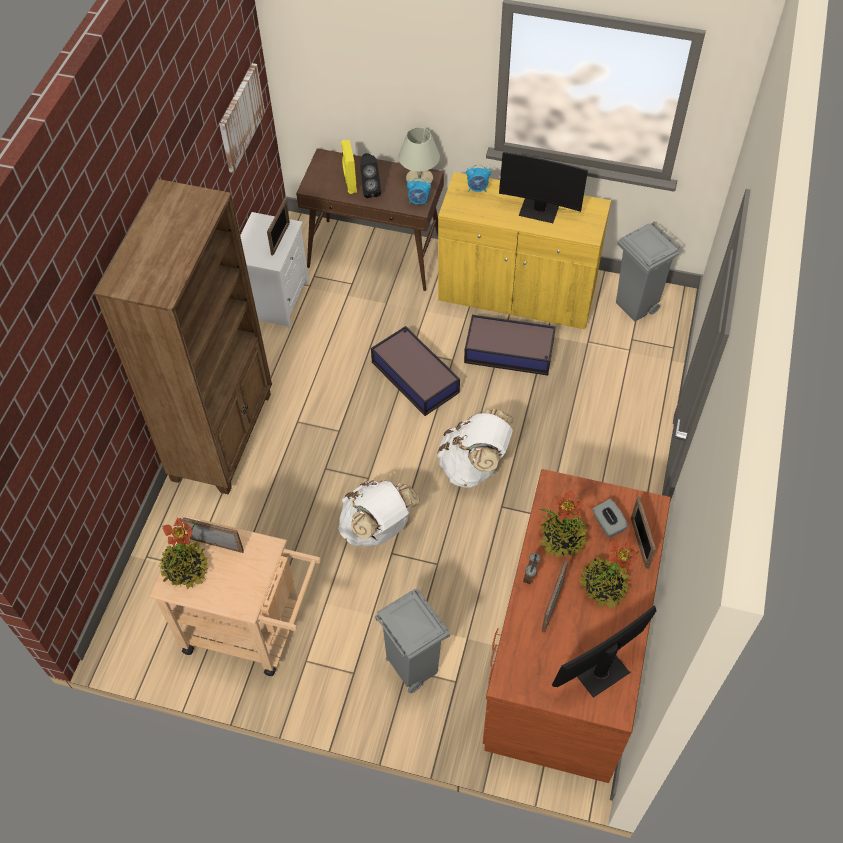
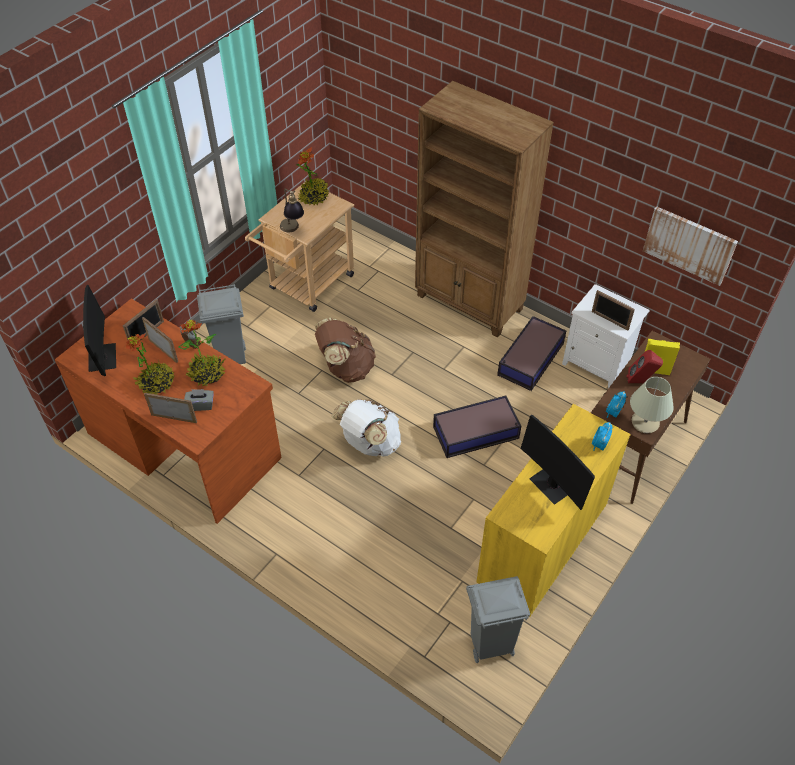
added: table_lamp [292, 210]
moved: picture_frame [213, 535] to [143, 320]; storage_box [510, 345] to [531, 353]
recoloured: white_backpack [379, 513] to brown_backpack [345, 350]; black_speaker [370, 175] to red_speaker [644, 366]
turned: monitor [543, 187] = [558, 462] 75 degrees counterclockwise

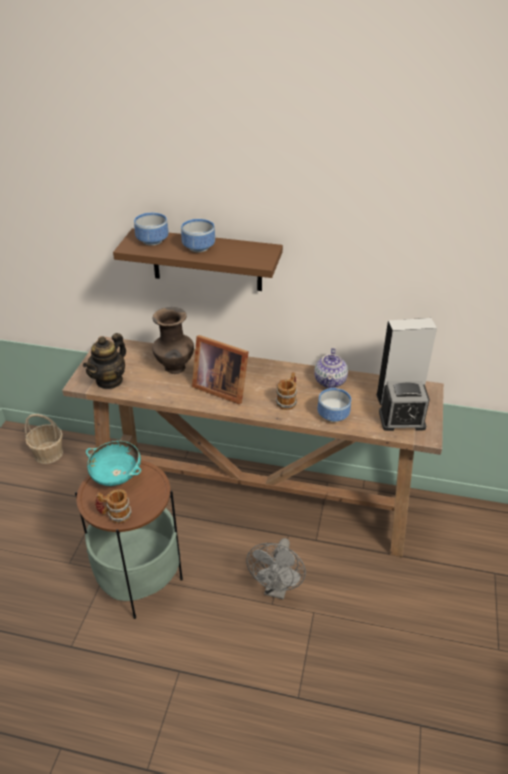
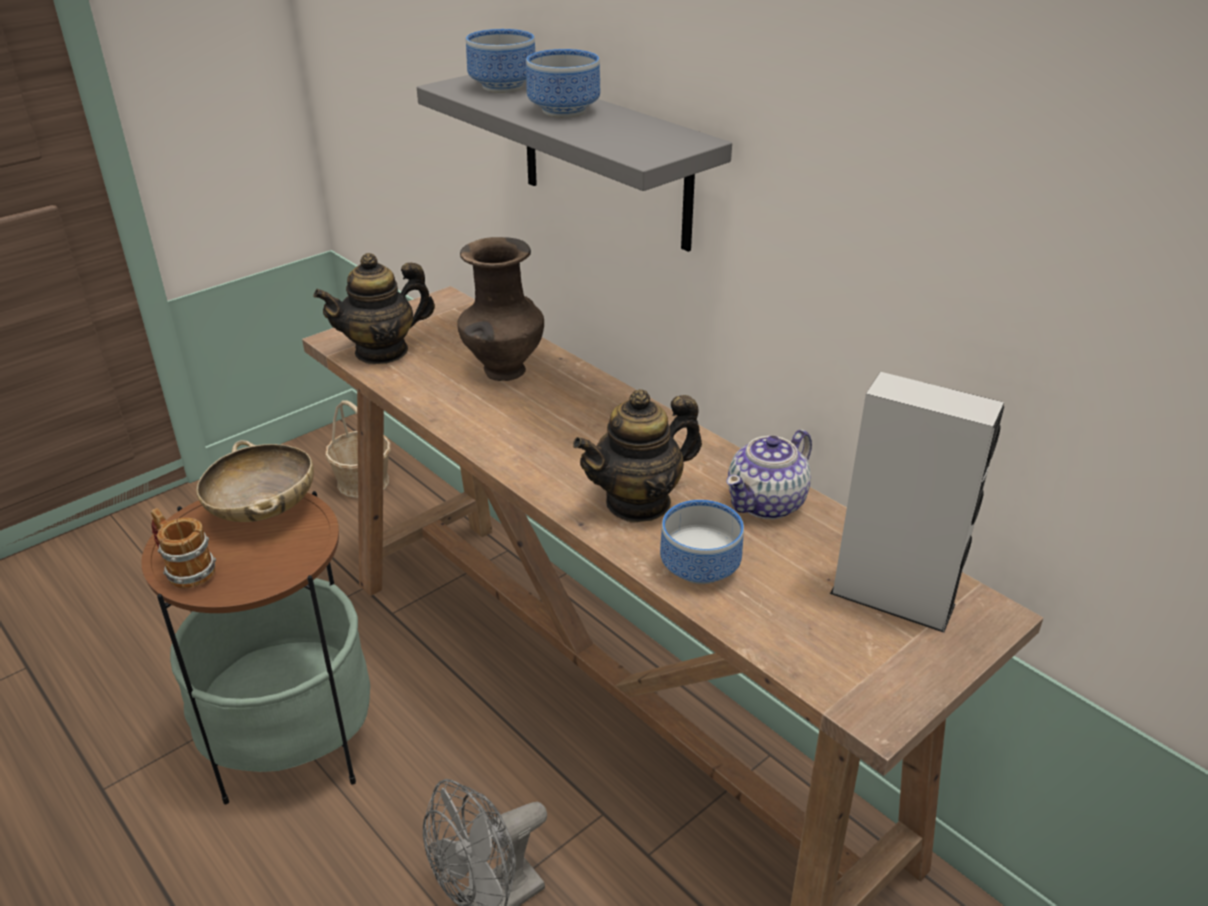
removed: picture_frame [220, 370]; alarm_clock [404, 406]
replaced: mug [286, 391] to teapot [637, 456]
recoloured: turquoise_bowl [114, 463] to beige_bowl [255, 481]; brown_shelf [198, 260] to grey_shelf [574, 163]

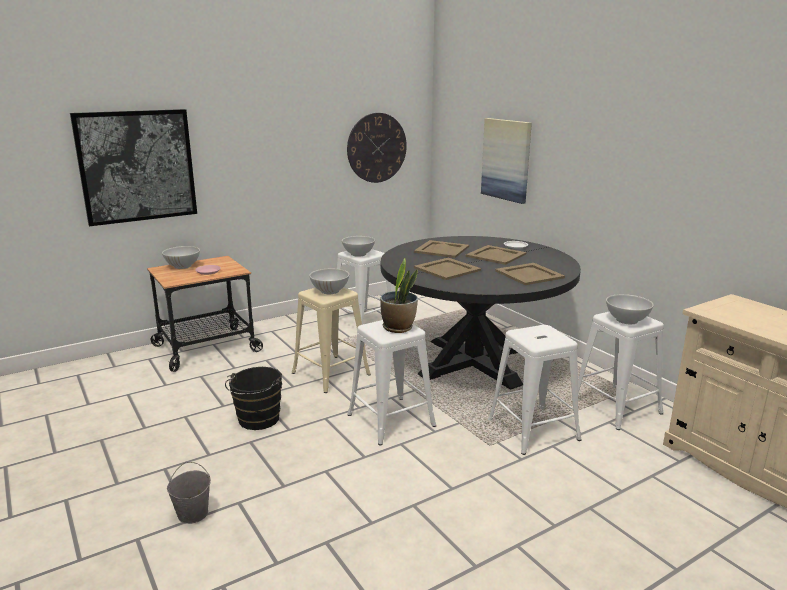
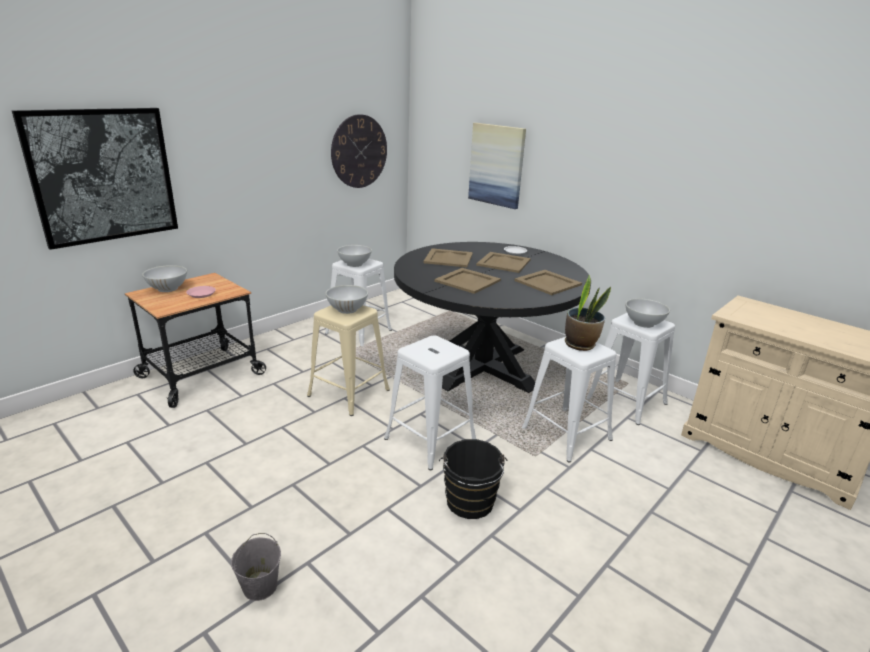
moved: black_bucket [253, 398] to [473, 479]; potted_plant [399, 295] to [588, 313]

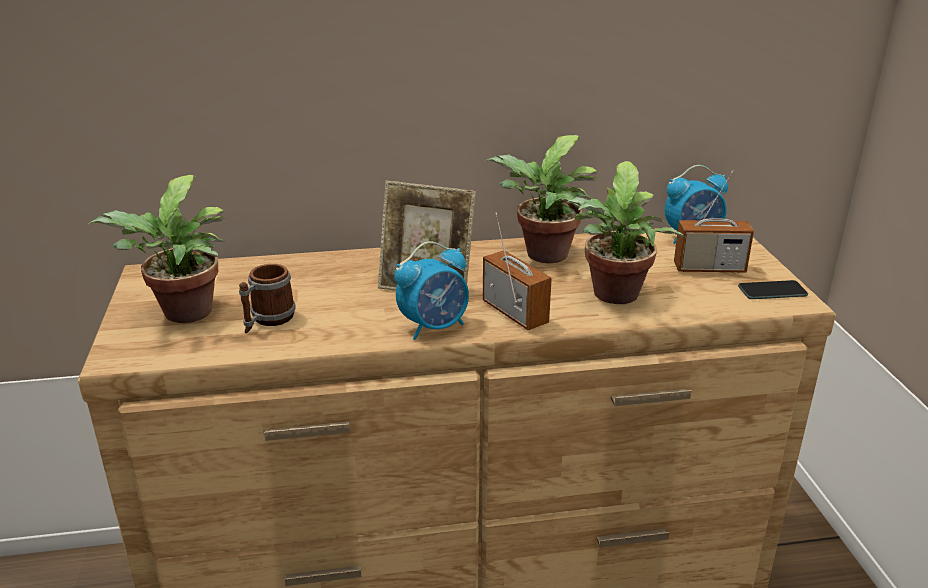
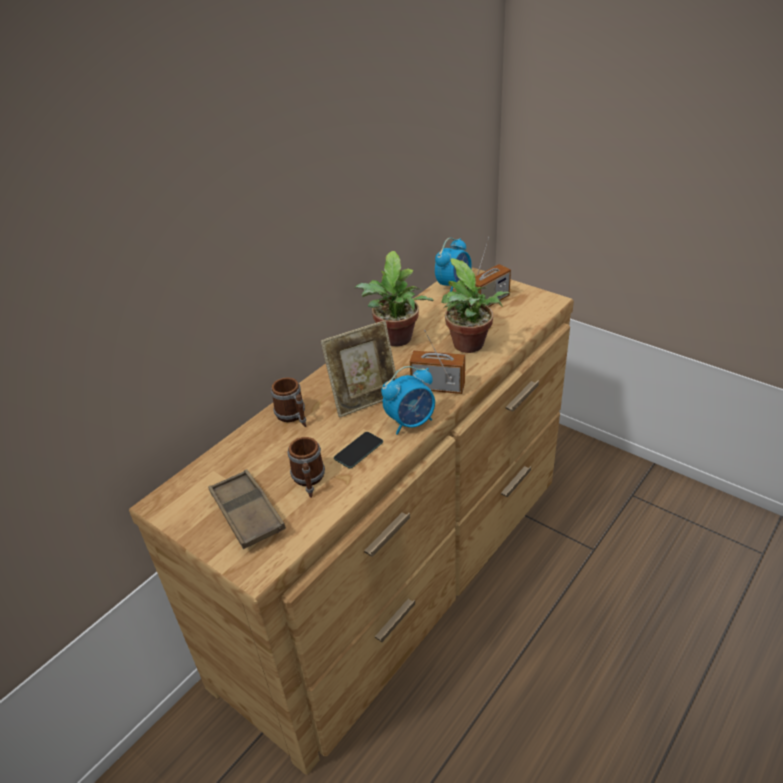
added: mug [288, 402]
moved: phone [773, 289] to [358, 450]
replaced: potted_plant [157, 249] to brown_tray [247, 509]
turned: alarm_clock [431, 290] = [408, 400] 45 degrees clockwise

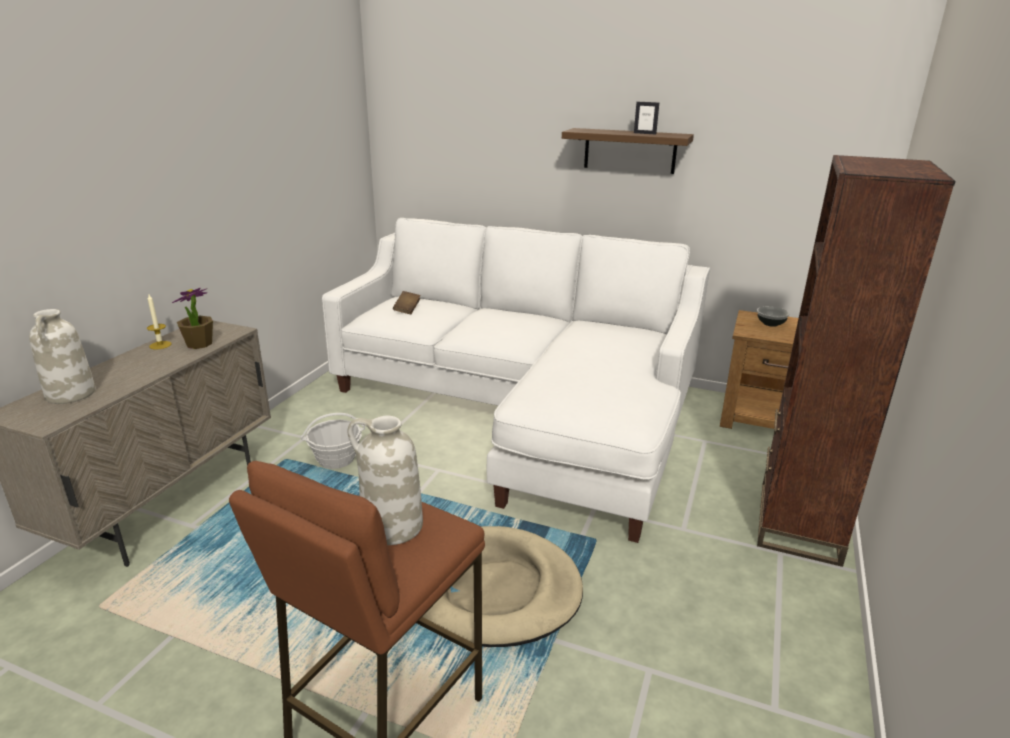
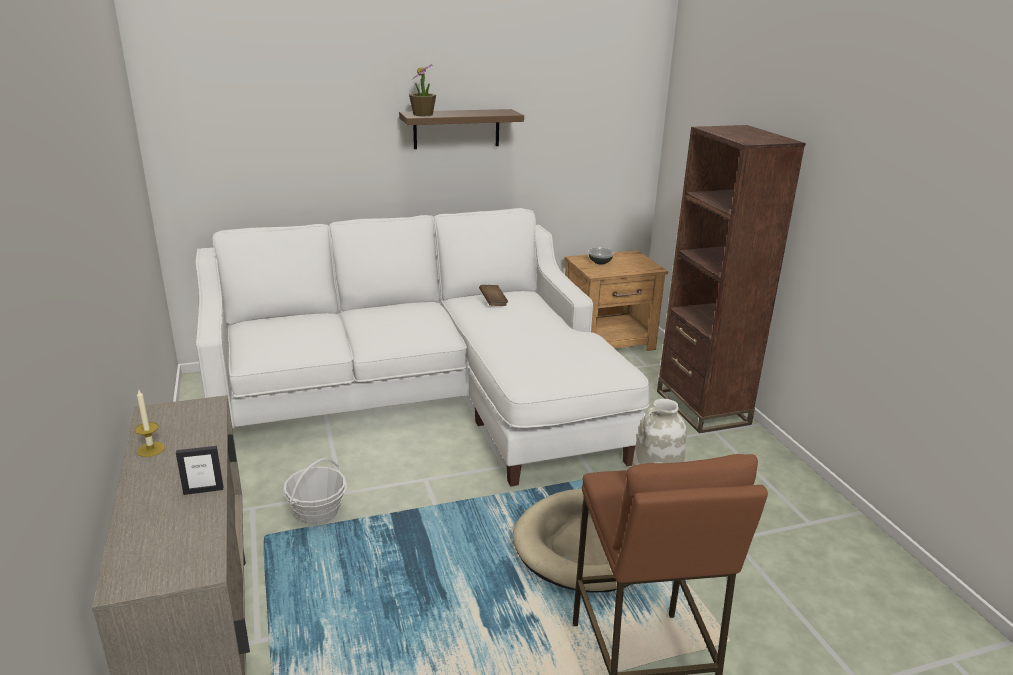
removed: white_vase [62, 356]
moved: potted_plant [192, 318] to [422, 90]; brown_book [407, 302] to [493, 295]; picture_frame [646, 118] to [199, 470]

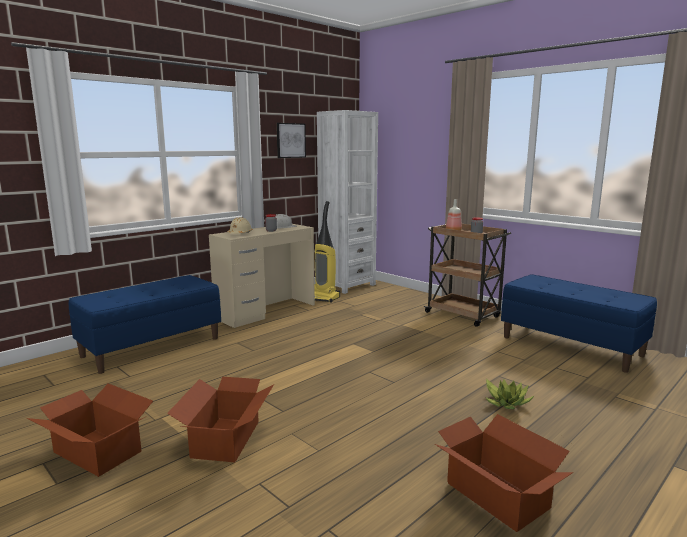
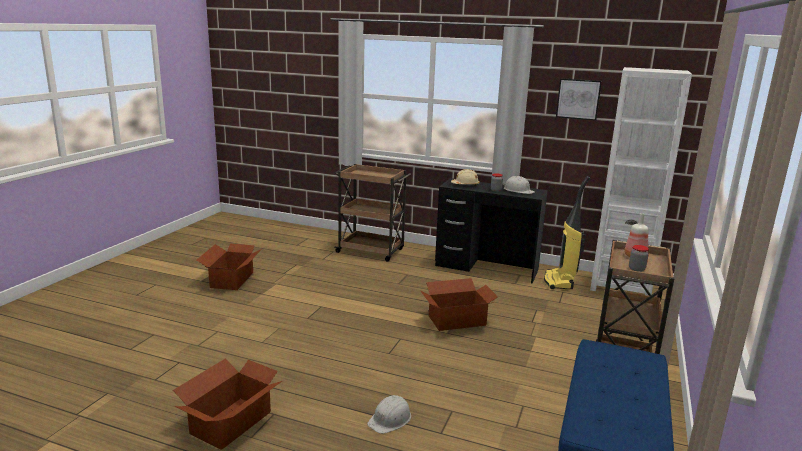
moved: cardboard_box [220, 419] to [459, 304]
replaced: blue_bench [145, 324] to brown_cart [373, 213]; potted_plant [509, 394] to white_hard_hat [389, 414]
recoloured: beige_desk [262, 276] to black_desk [491, 231]

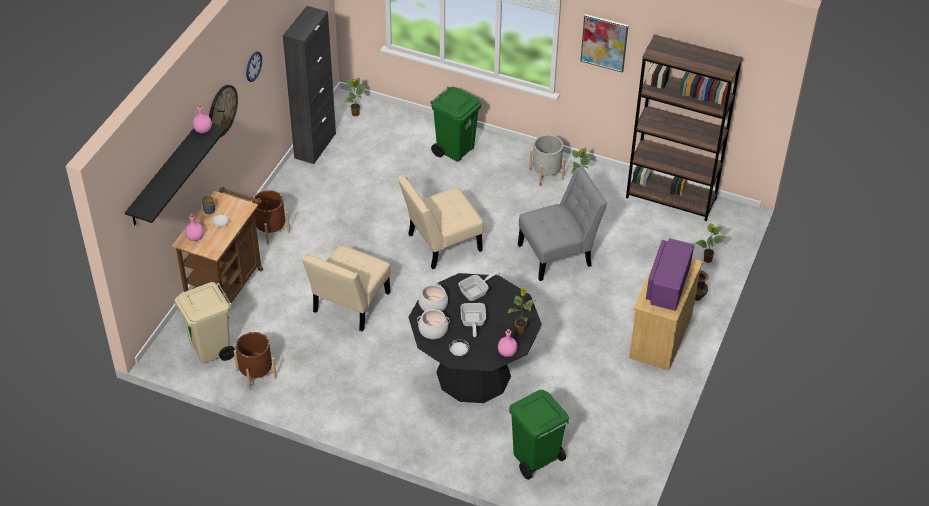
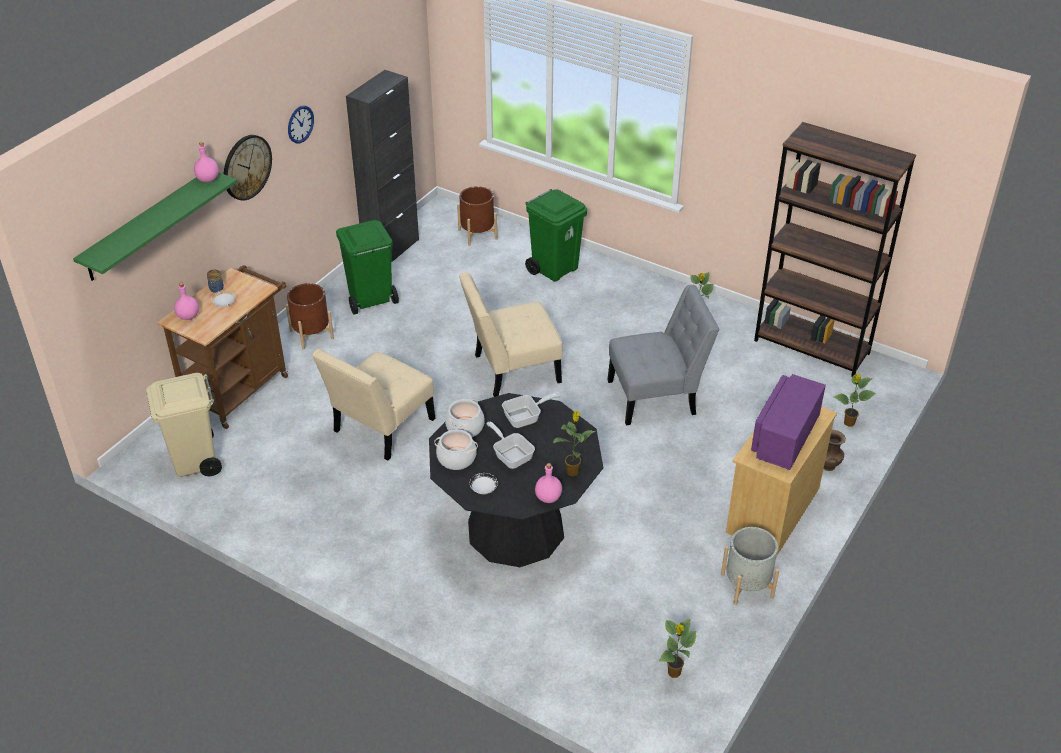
removed: picture [604, 43]
moved: brown_planter [255, 361] to [477, 216]; potted_plant [355, 96] to [677, 648]; green_trash_can [539, 435] to [367, 267]; grey_planter [547, 160] to [750, 566]
recoloured: black_shelf [175, 174] to green_shelf [155, 227]
turned: frying_pan [473, 320] = [510, 445] 135 degrees clockwise

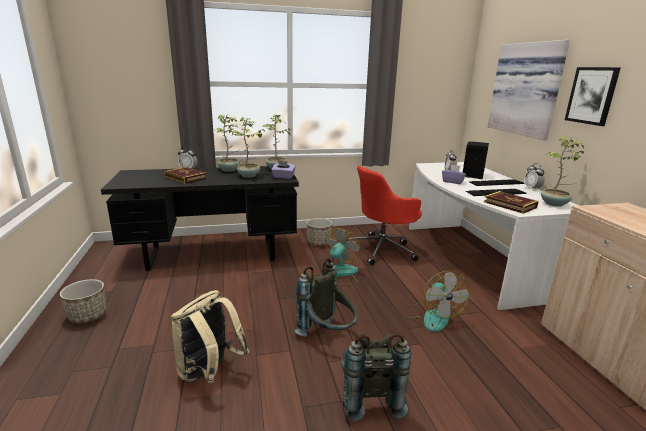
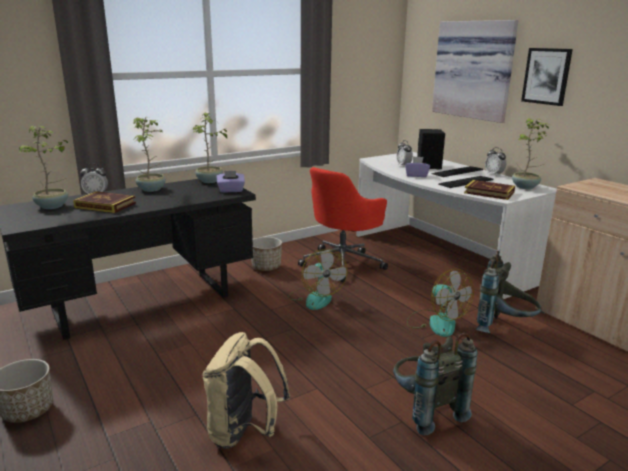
moved: potted_plant [248, 147] to [43, 167]; grey_backpack [326, 297] to [508, 292]
turned: fan [342, 256] = [317, 279] 150 degrees clockwise

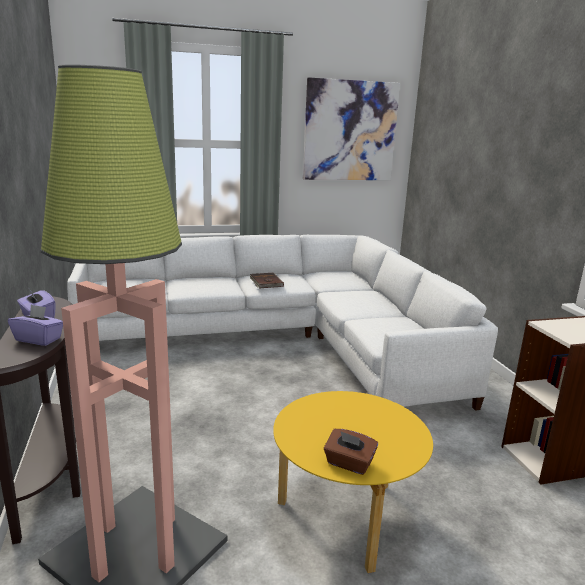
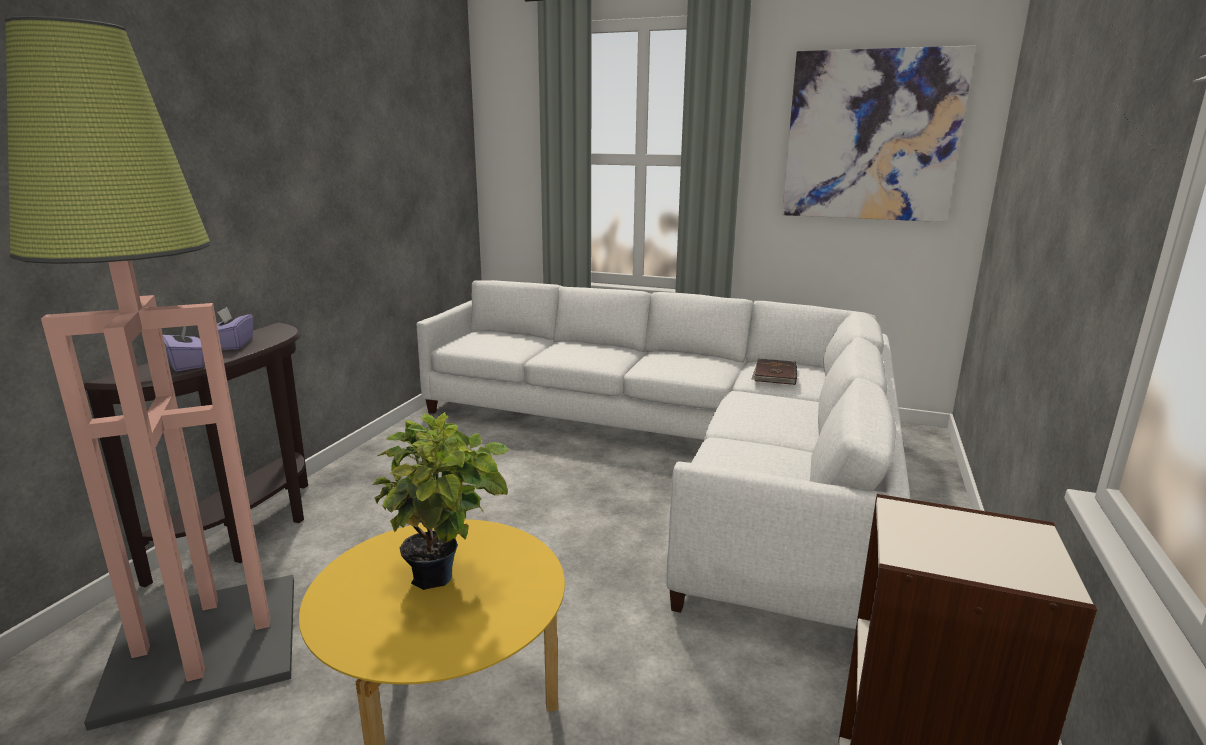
removed: brown_tissue_box [351, 452]
added: potted_plant [441, 501]
moved: brown_book [267, 280] to [774, 372]

